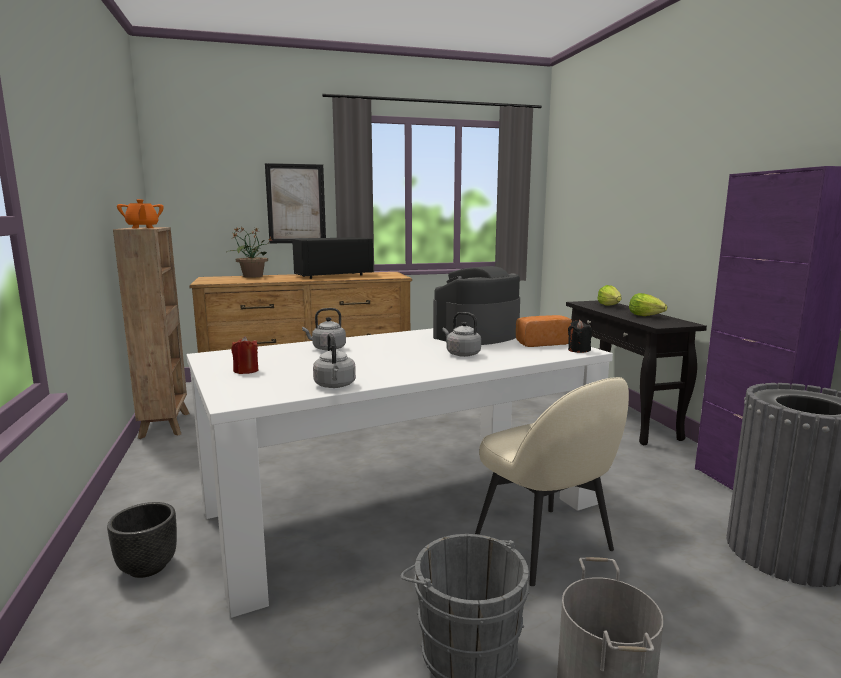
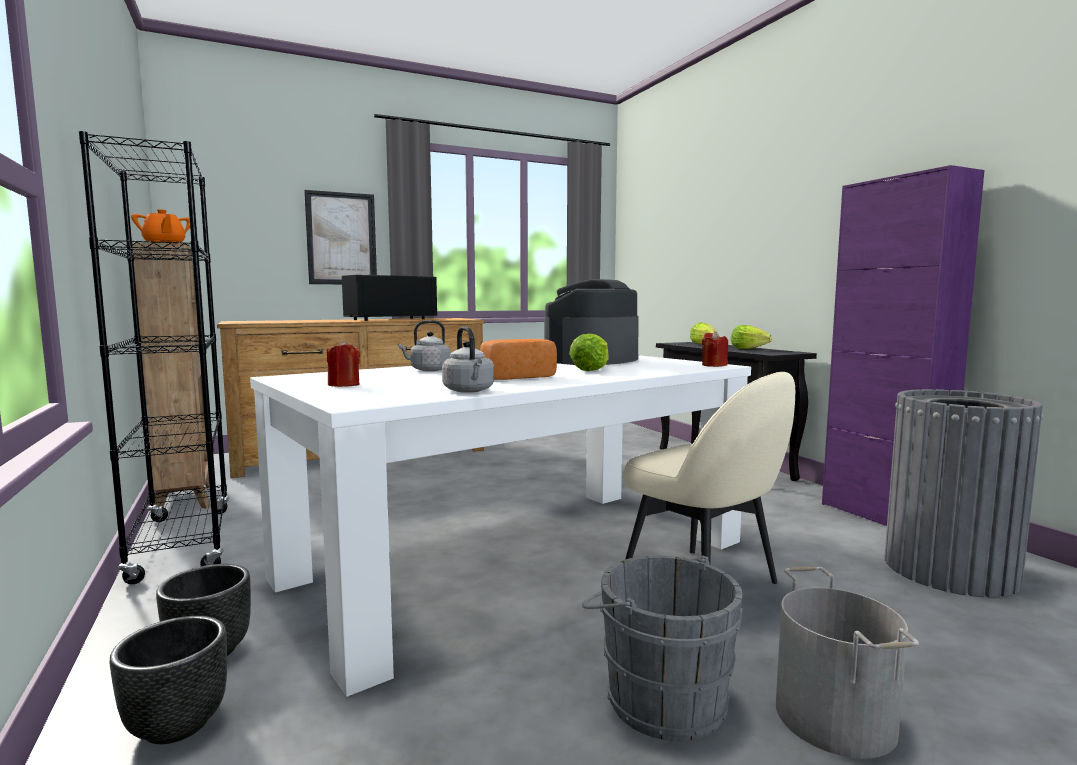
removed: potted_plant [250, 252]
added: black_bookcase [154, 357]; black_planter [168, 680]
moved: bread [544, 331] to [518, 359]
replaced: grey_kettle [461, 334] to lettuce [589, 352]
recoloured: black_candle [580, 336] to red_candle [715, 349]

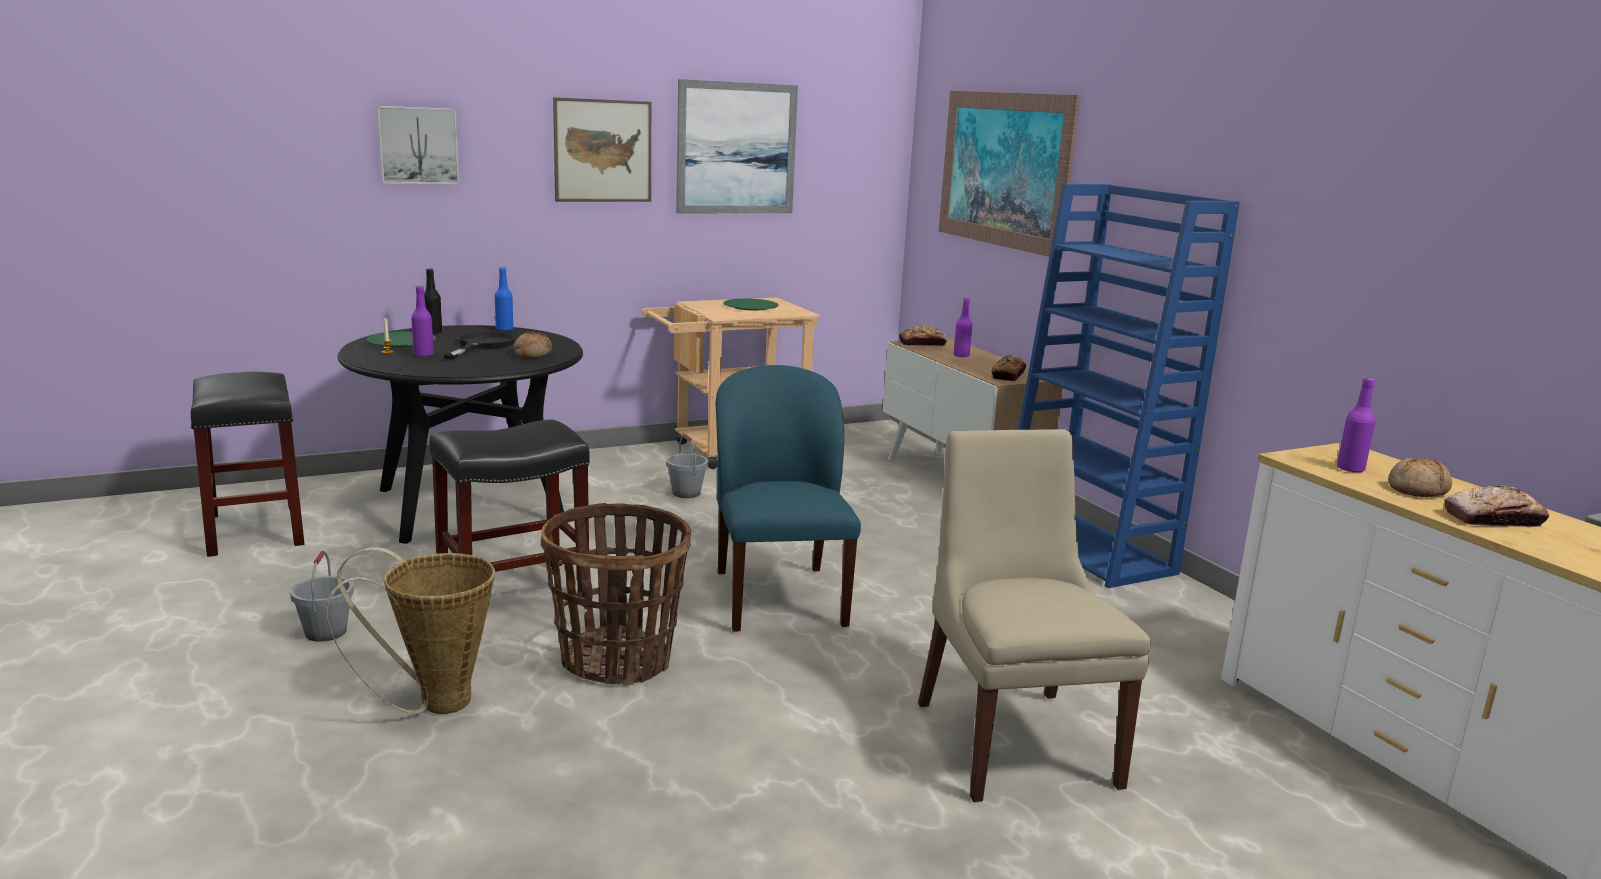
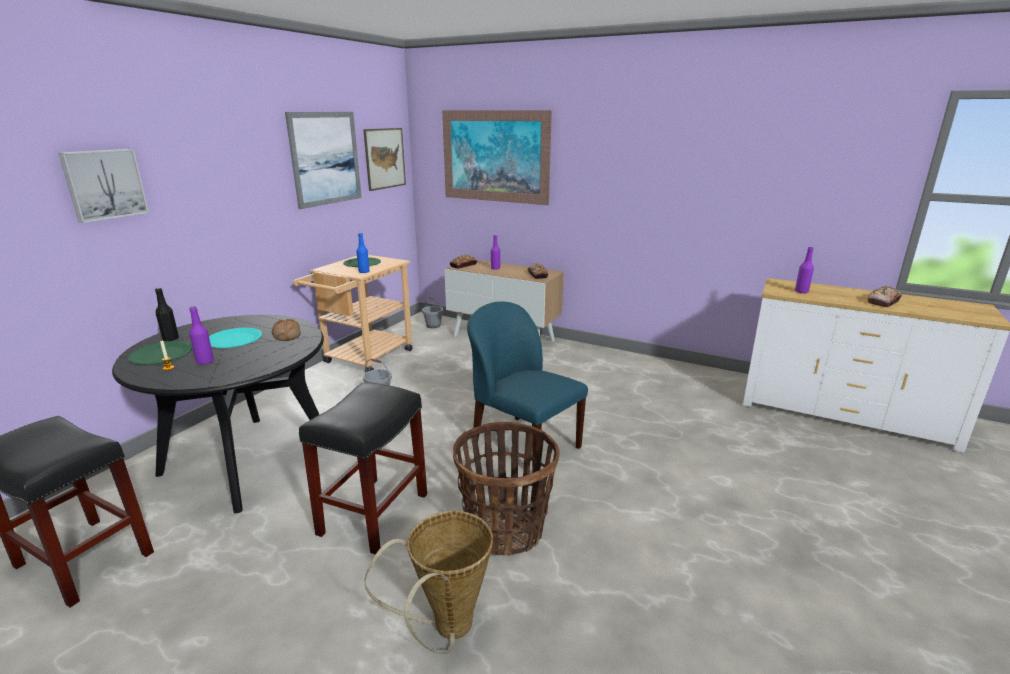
removed: beige_chair [1034, 615]; blue_bookcase [1129, 386]; bread [1420, 477]
moved: grey_bucket [322, 596] to [432, 312]; blue_bottle [504, 299] to [363, 253]; picture [602, 149] to [384, 159]
replaced: black_frying_pan [479, 345] to turquoise_plate [235, 338]

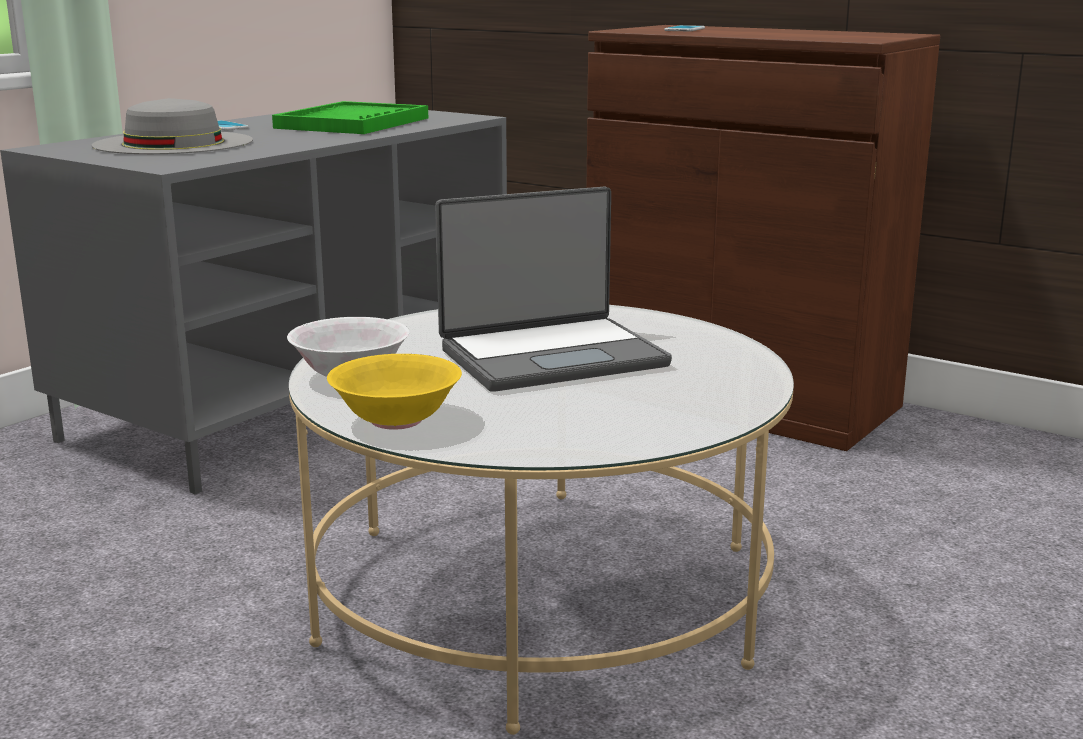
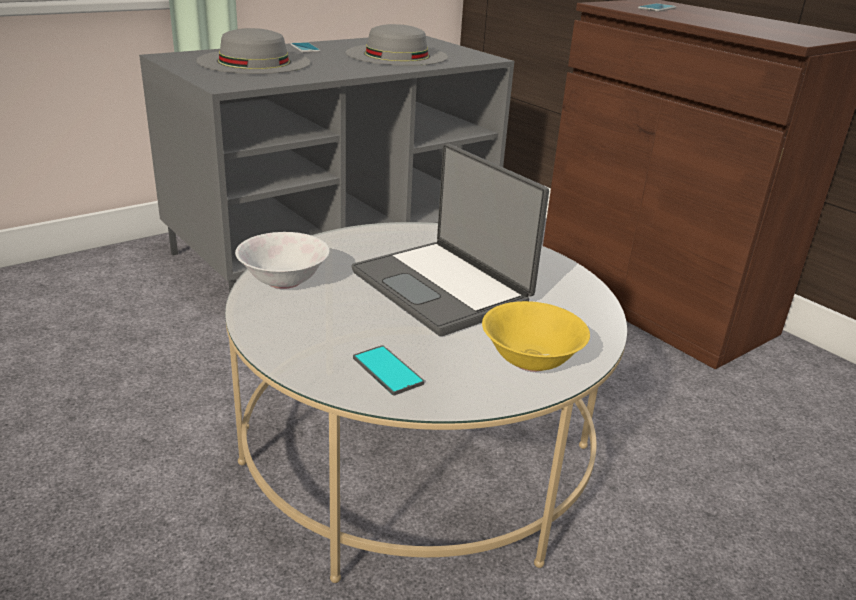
added: phone [388, 370]
moved: yellow_bowl [394, 392] to [536, 336]
replaced: green_tray [350, 117] to grey_hat [397, 45]
turned: laptop [553, 289] = [450, 239] 60 degrees clockwise

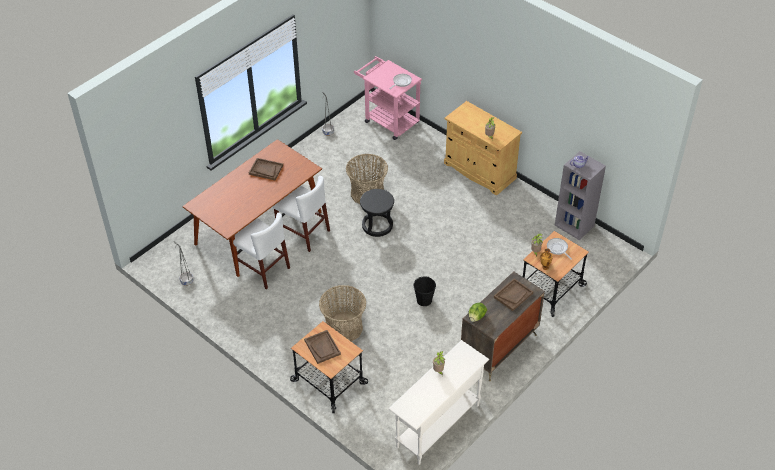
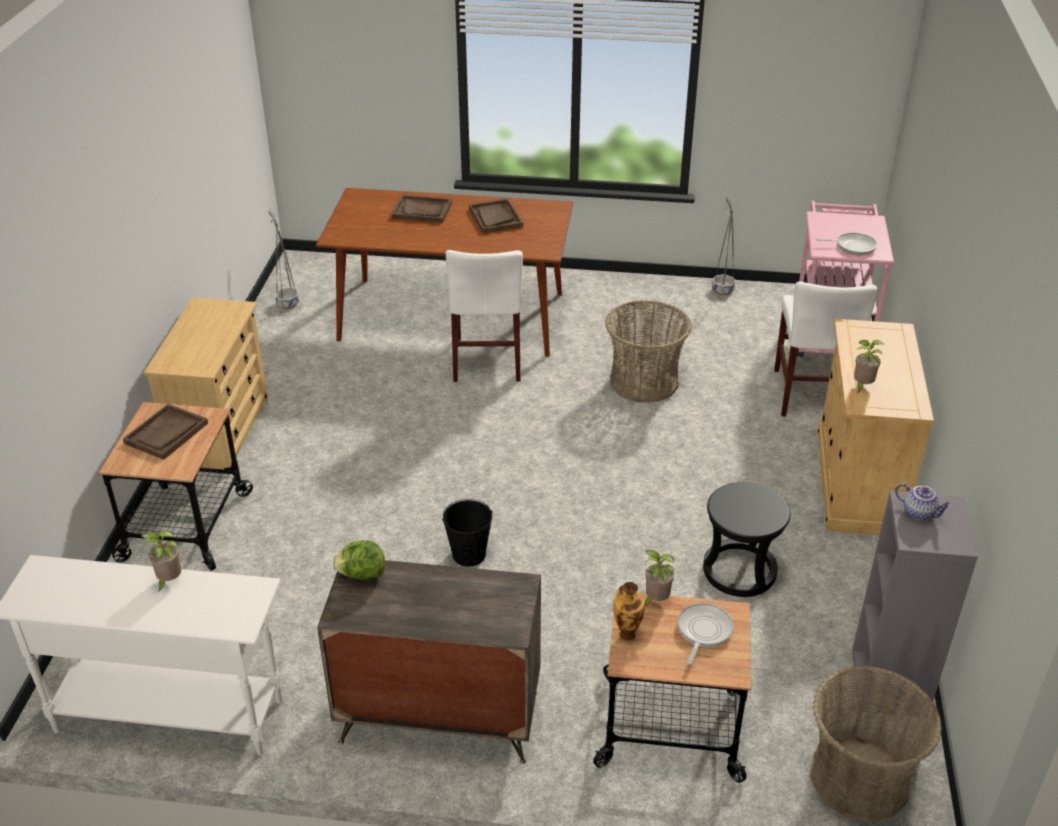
added: beige_dresser [206, 383]
moved: white_chair [261, 251] to [825, 349]; basket [342, 313] to [876, 744]; black_stool [377, 213] to [746, 539]; brown_tray [513, 294] to [422, 209]

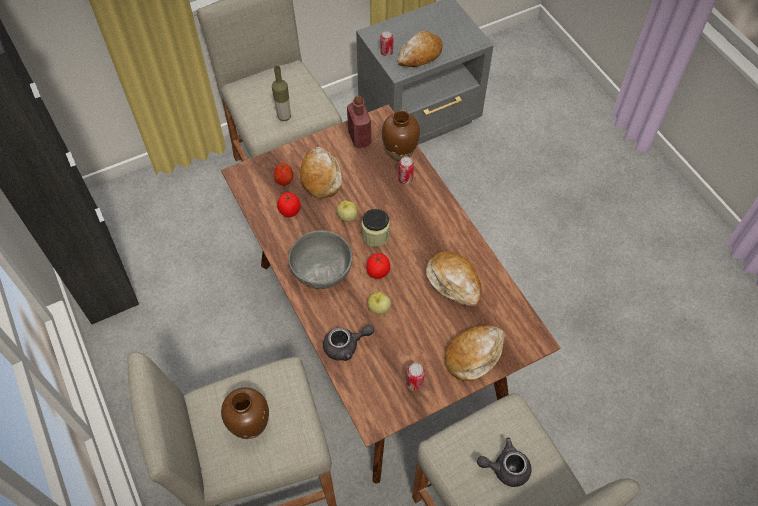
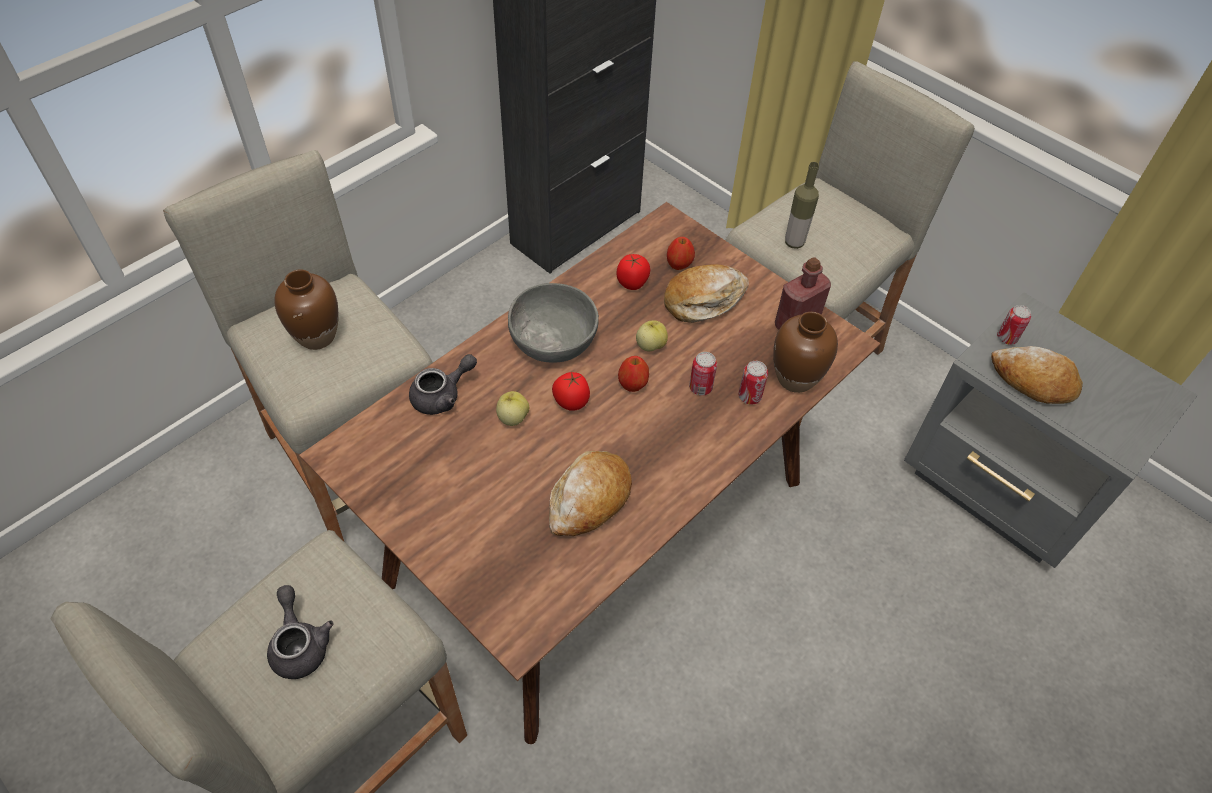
removed: bread [475, 353]
moved: can [415, 377] to [703, 374]
replaced: jar [375, 228] to apple [633, 374]
turned: grey_teapot [348, 343] = [443, 384] 90 degrees counterclockwise

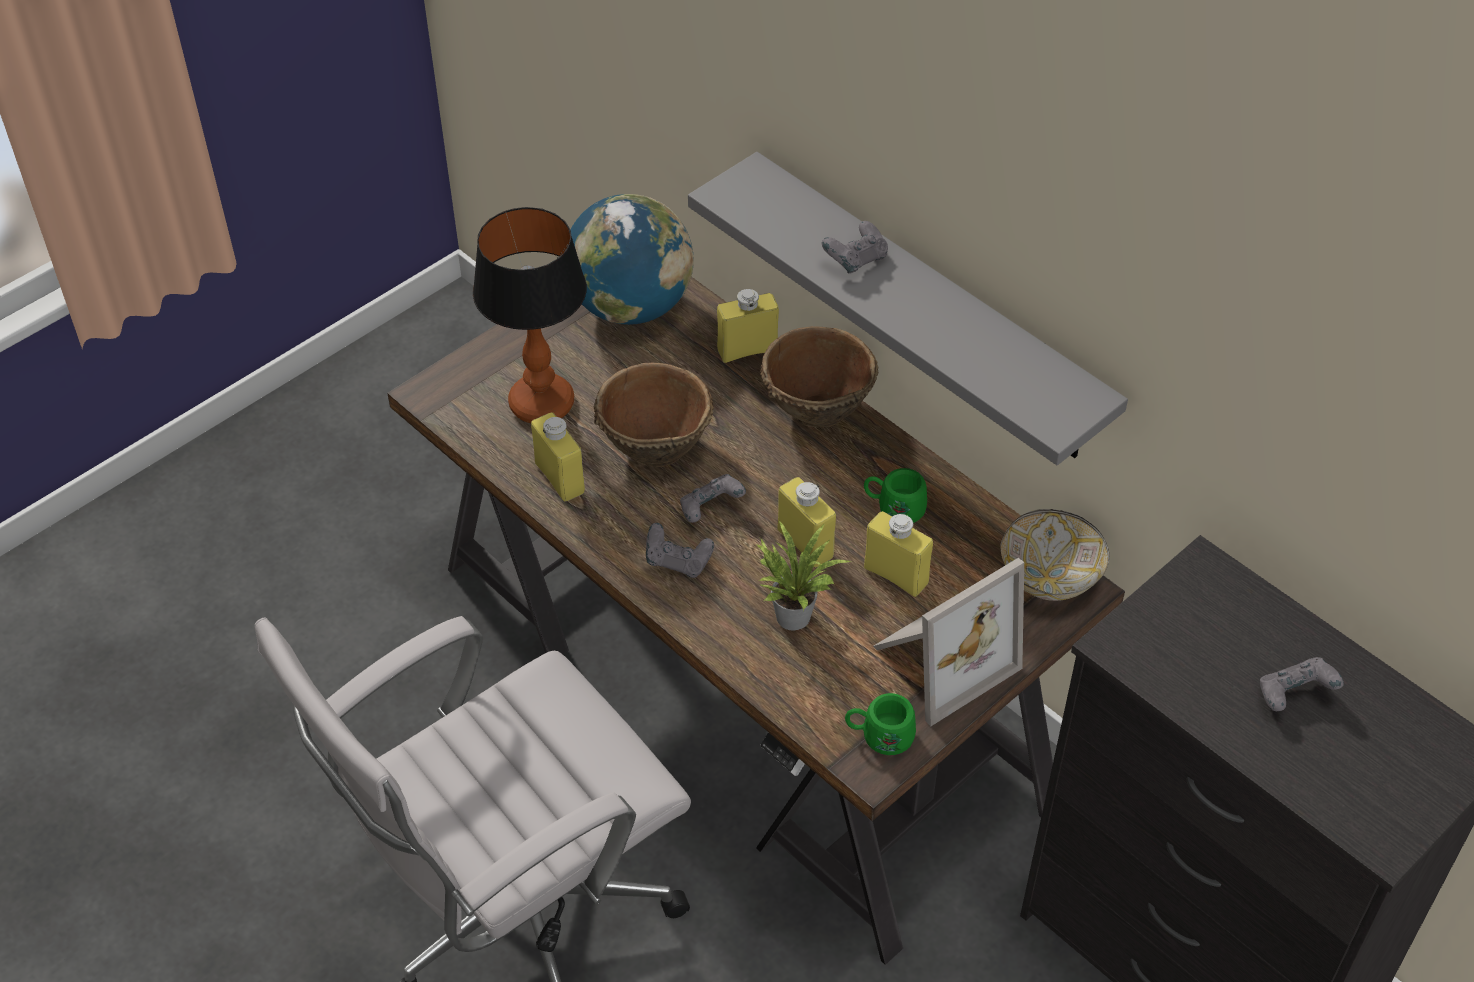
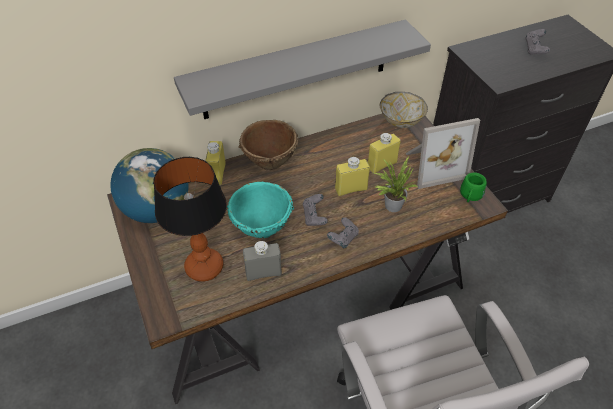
removed: grey_game_controller [855, 247]; green_mug [895, 495]
recoloured: yellow_bottle [558, 457] to grey_bottle [262, 261]; brown_bowl [654, 415] to turquoise_bowl [260, 210]
turned: picture_frame [948, 642] = [443, 153] 90 degrees clockwise

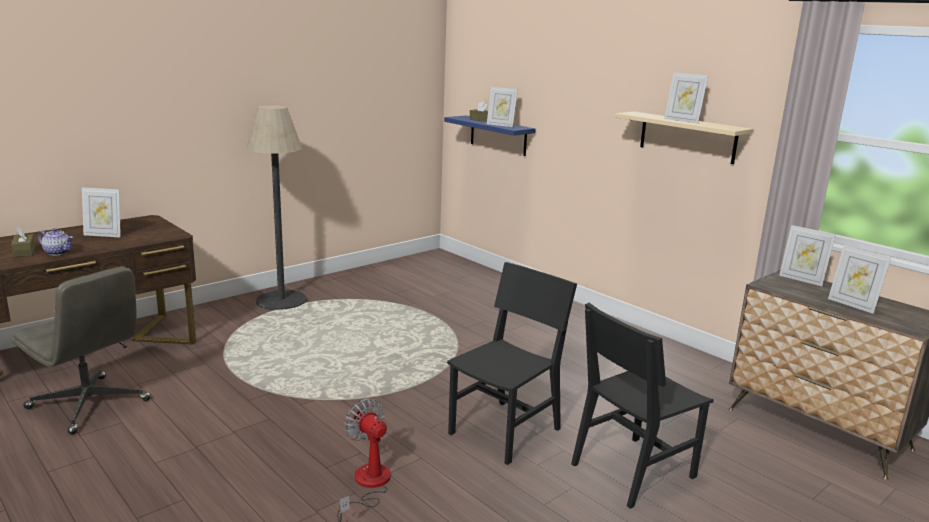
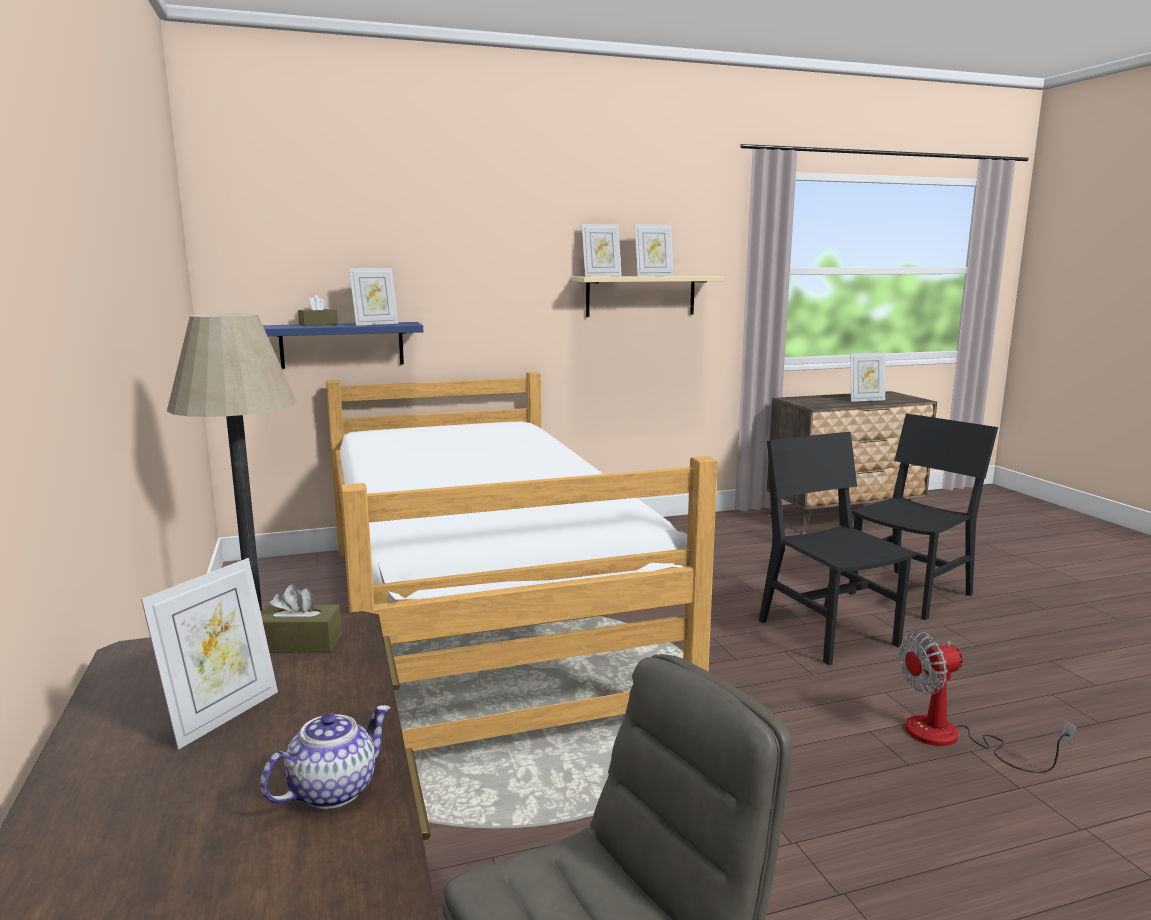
added: bed [522, 561]
moved: brown_tissue_box [23, 241] to [301, 618]; picture_frame [807, 255] to [602, 250]
turned: black_chair [642, 406] = [923, 516] 120 degrees counterclockwise

